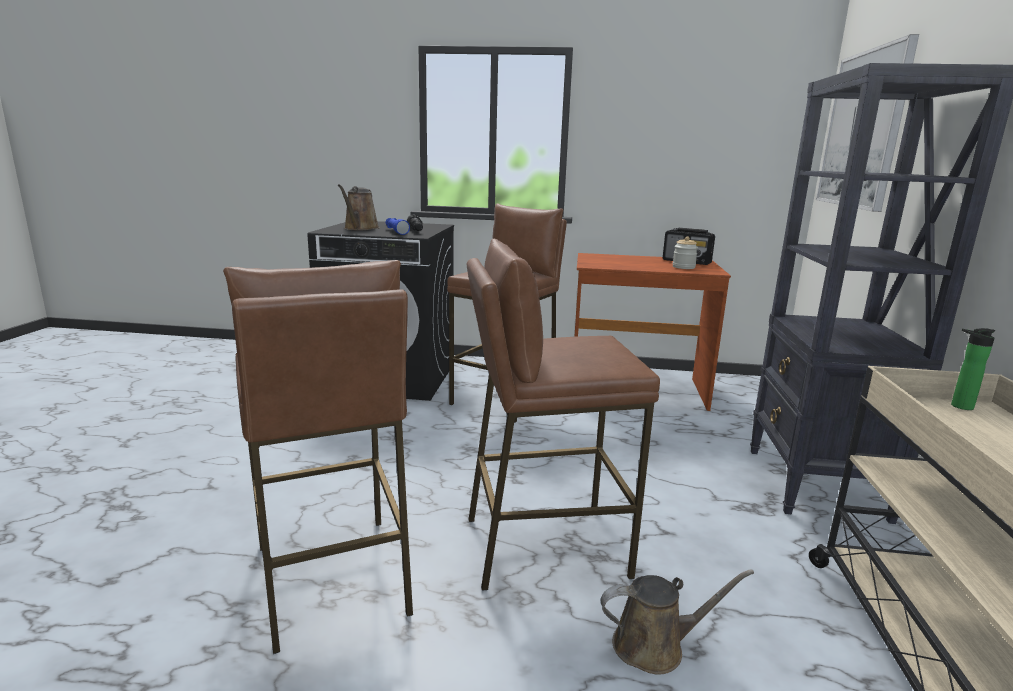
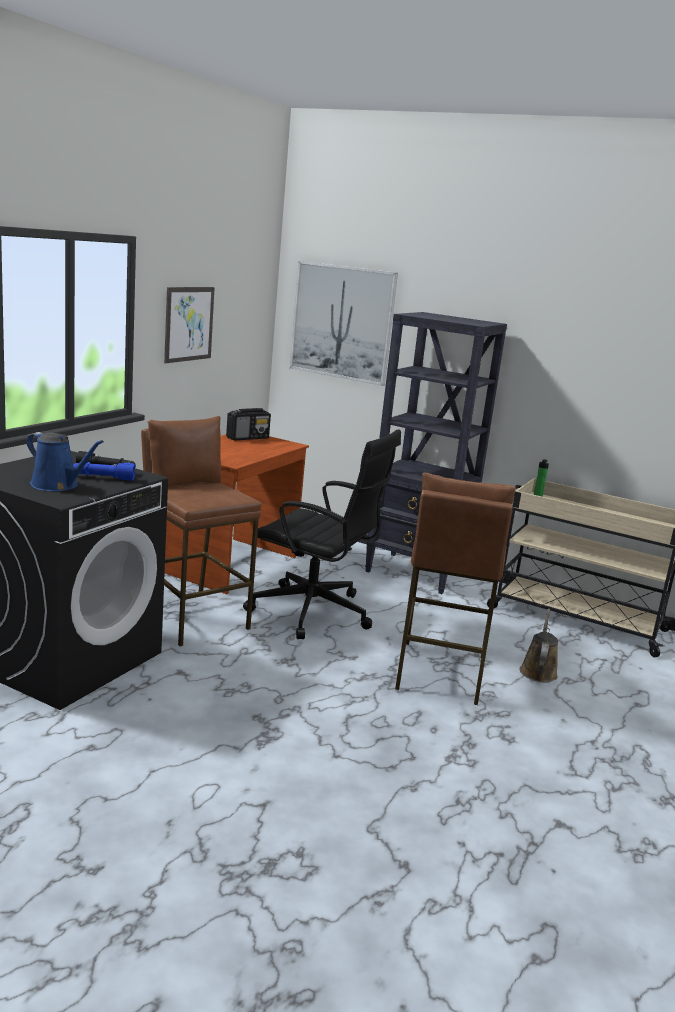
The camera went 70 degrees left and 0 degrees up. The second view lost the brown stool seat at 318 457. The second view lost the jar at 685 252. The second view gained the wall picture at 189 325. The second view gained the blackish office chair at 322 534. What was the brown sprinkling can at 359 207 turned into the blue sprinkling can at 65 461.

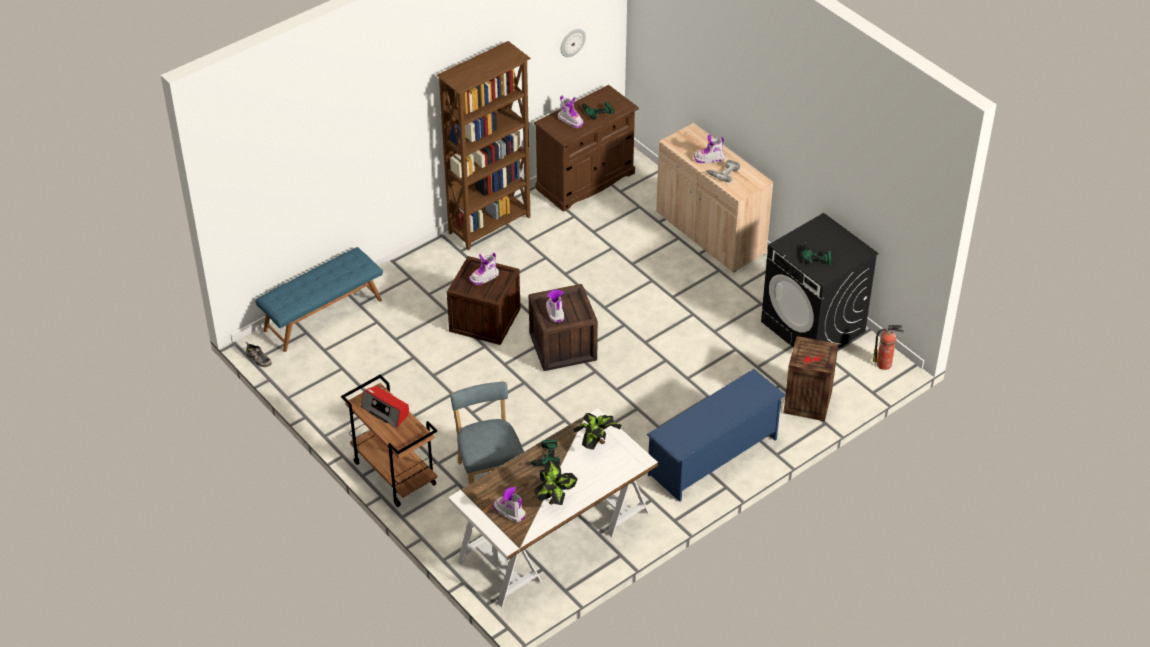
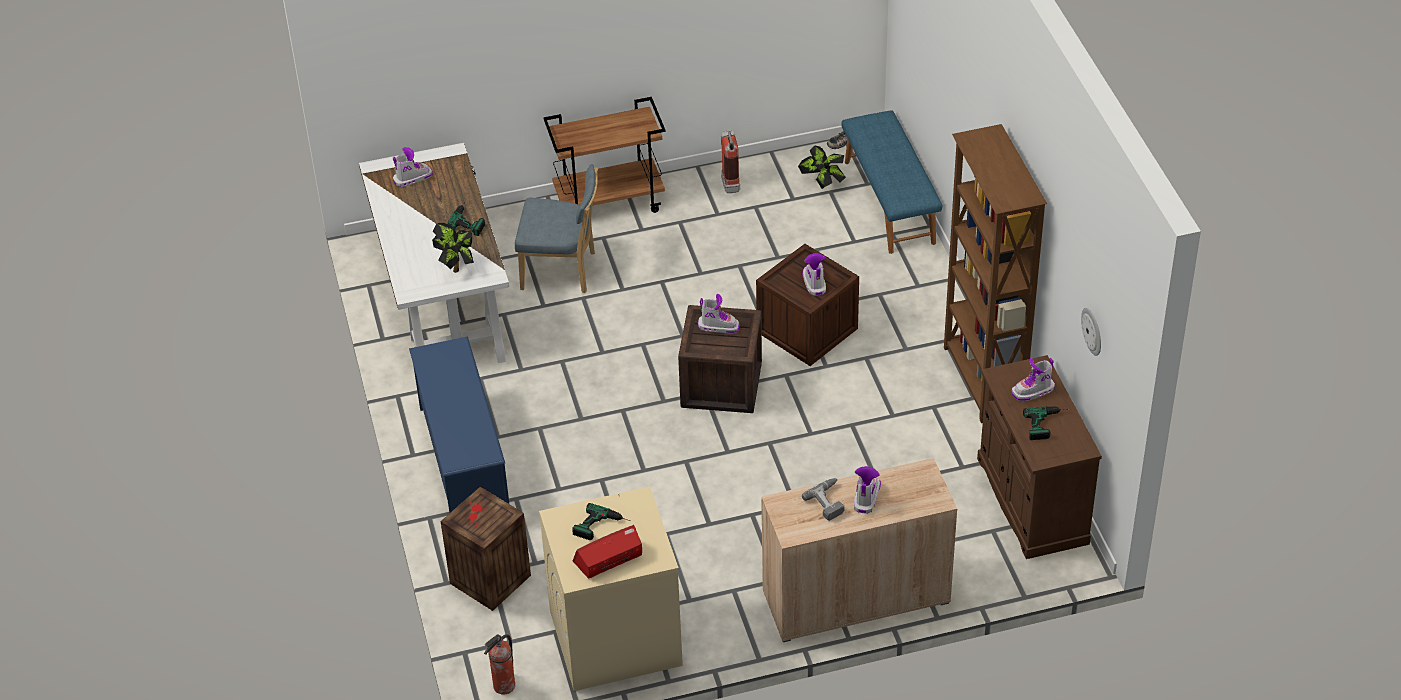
The camera went 115 degrees right and 0 degrees up. The second view gained the extinguisher at 730 162. The radio ended up elsewhere, having gone from 385 407 to 607 552. The plant in a pot ended up elsewhere, having gone from 555 482 to 822 167. What was the blackish laundry machine at 820 281 turned into the beige laundry machine at 611 589.

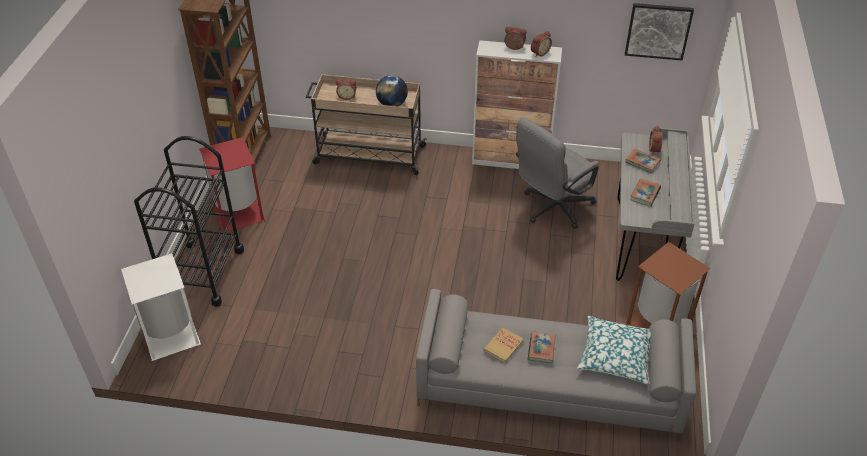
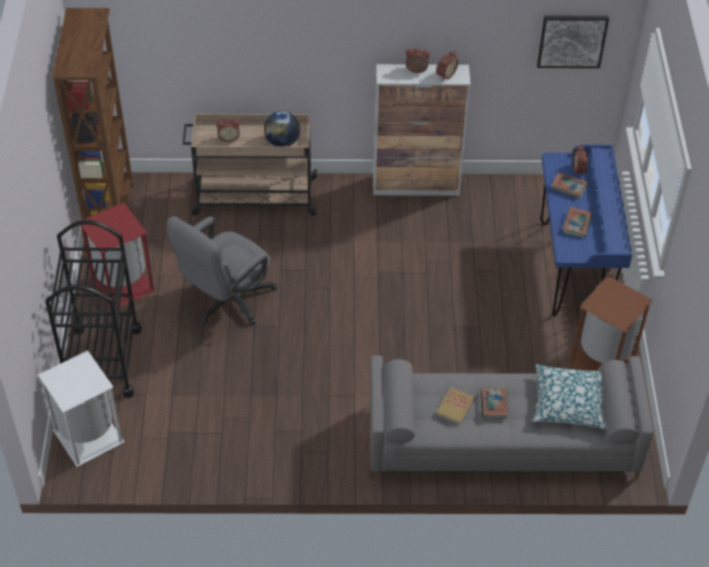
The camera went 10 degrees left and 5 degrees up. The greyish office chair ended up elsewhere, having gone from 557 173 to 221 270. What was the greyish desk table at 655 204 turned into the blue desk table at 586 230.

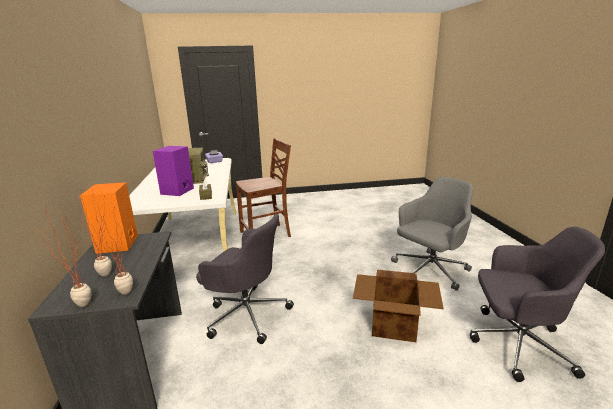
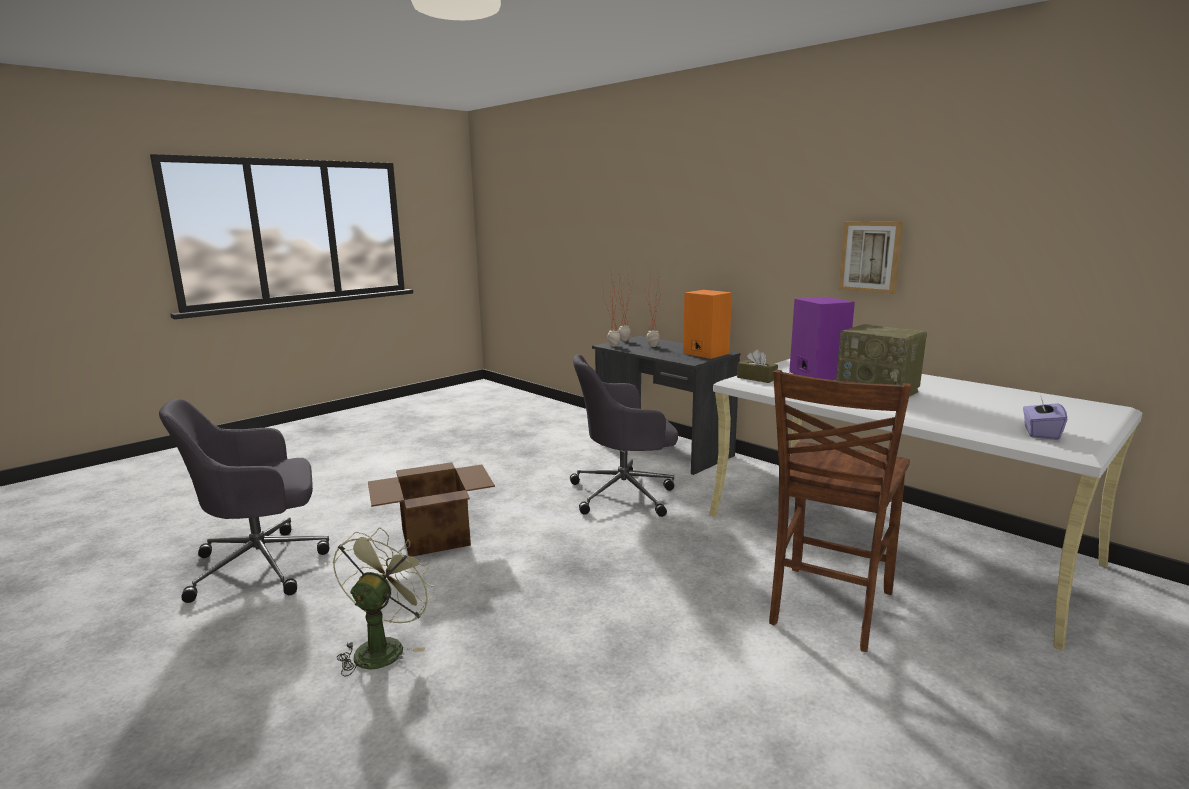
The camera went 145 degrees right and 5 degrees down. The second view gained the wall picture at 870 258. Where the greyish office chair stood at 432 234, the green-coloured fan came to stand at 384 602.

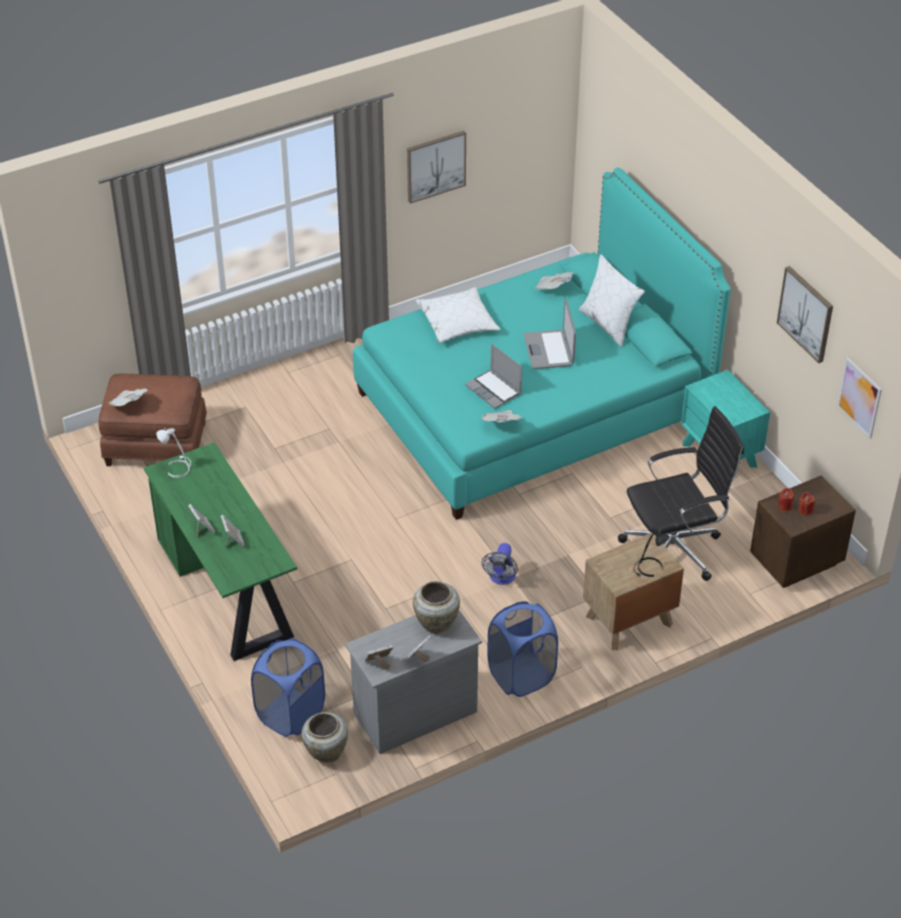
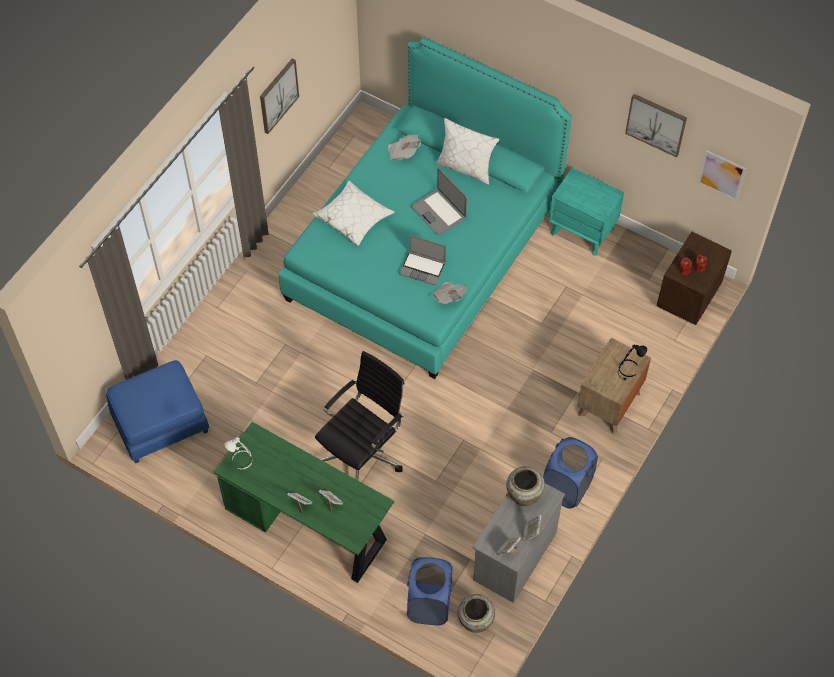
The camera went 30 degrees left and 15 degrees up. The second view lost the daily paper at 128 397. The second view lost the fan at 500 564. The blackish office chair ended up elsewhere, having gone from 681 493 to 359 415. What was the brown ottoman at 152 420 turned into the blue ottoman at 157 411.

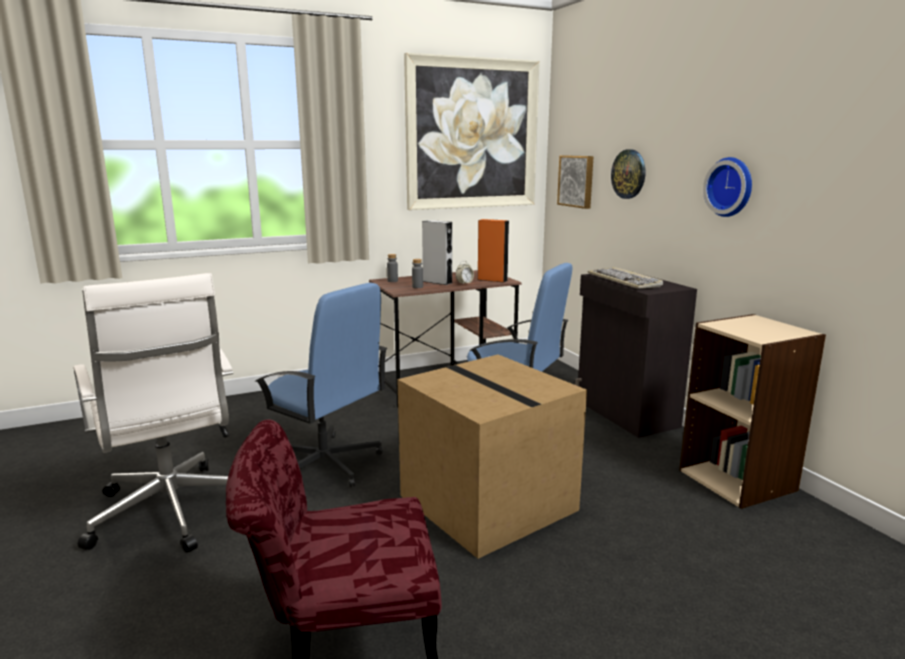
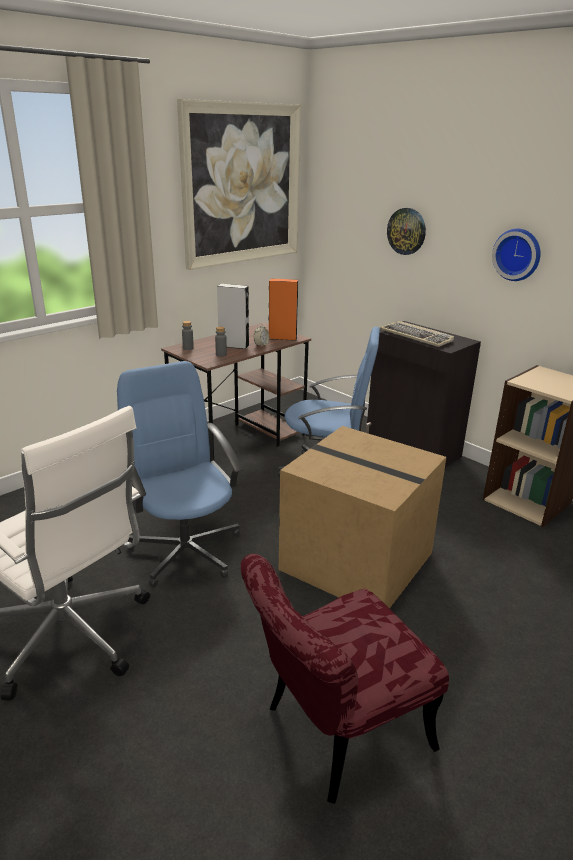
The camera went 20 degrees left and 10 degrees up. The second view lost the wall picture at 575 182. The blue office chair at 321 385 ended up facing another way, 135 degrees counterclockwise from before.

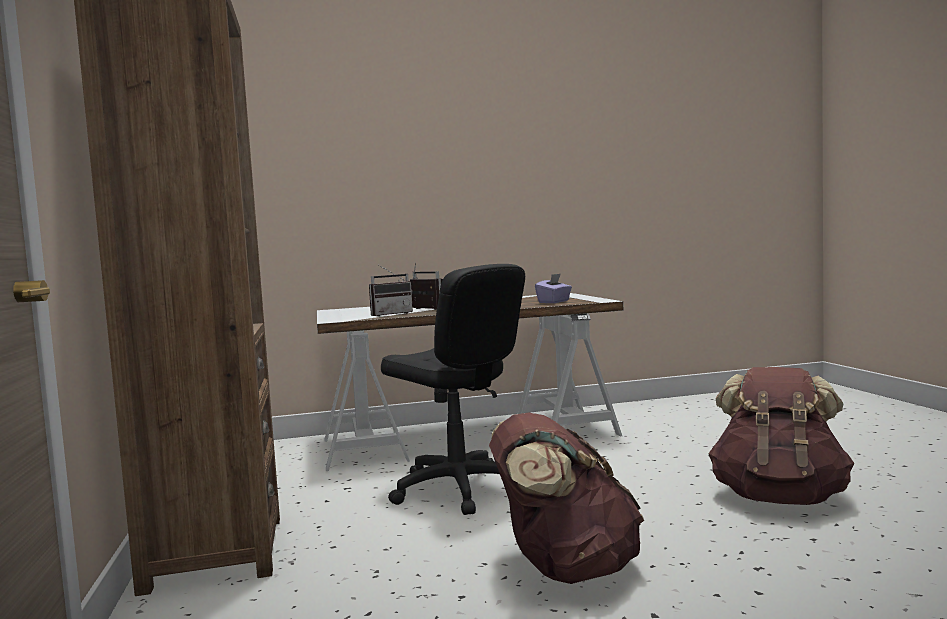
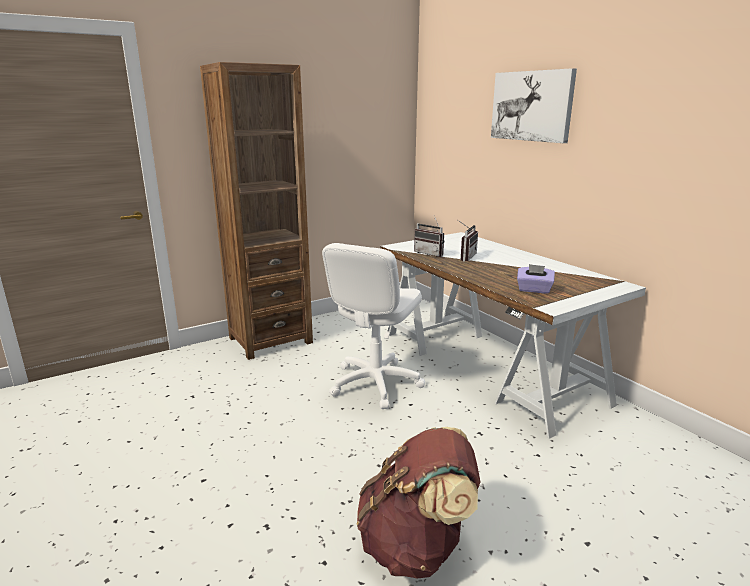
The camera went 70 degrees right and 15 degrees up. The second view lost the brown rucksack at 566 498. The second view gained the wall picture at 534 105. What was the blackish office chair at 453 389 turned into the white office chair at 373 326.

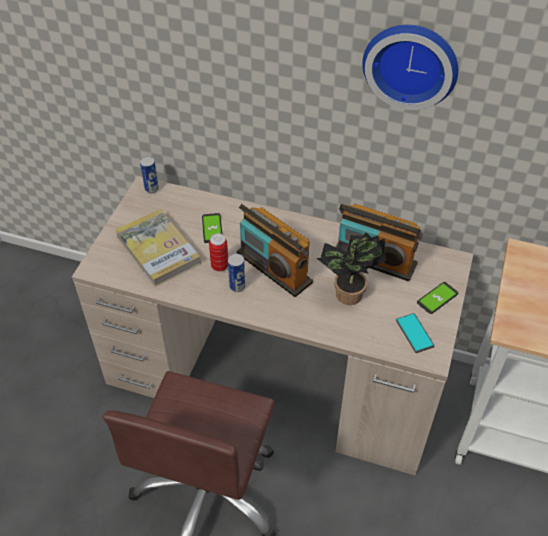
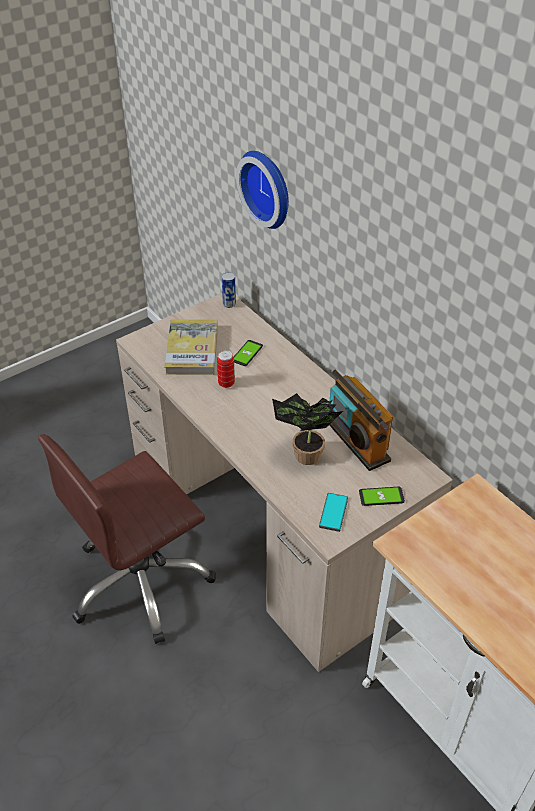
The camera went 35 degrees right and 5 degrees down. The second view lost the metal can at 236 273. The second view lost the radio at 275 250. The clock on the wall ended up elsewhere, having gone from 410 67 to 262 190.

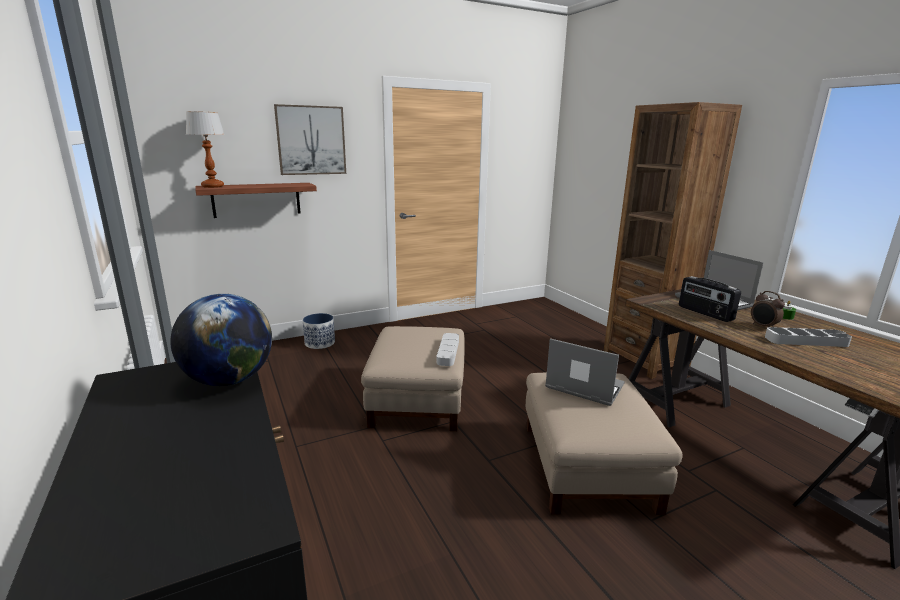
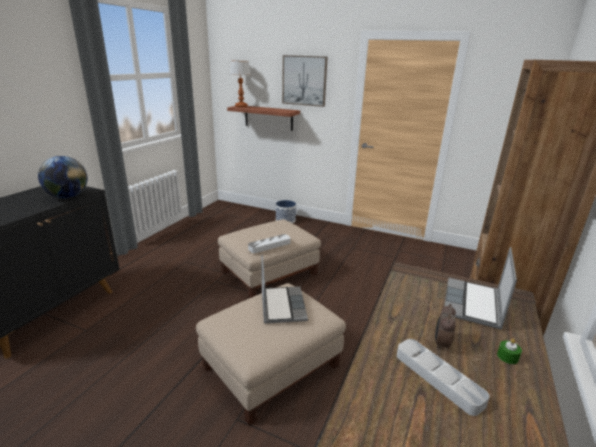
The camera went 50 degrees right and 5 degrees up. The second view lost the radio at 710 299.

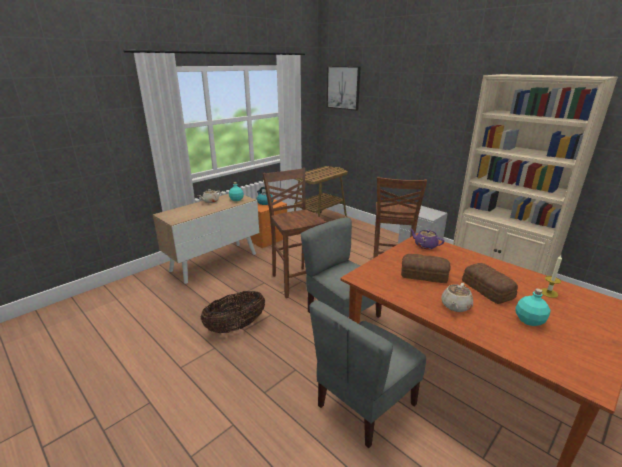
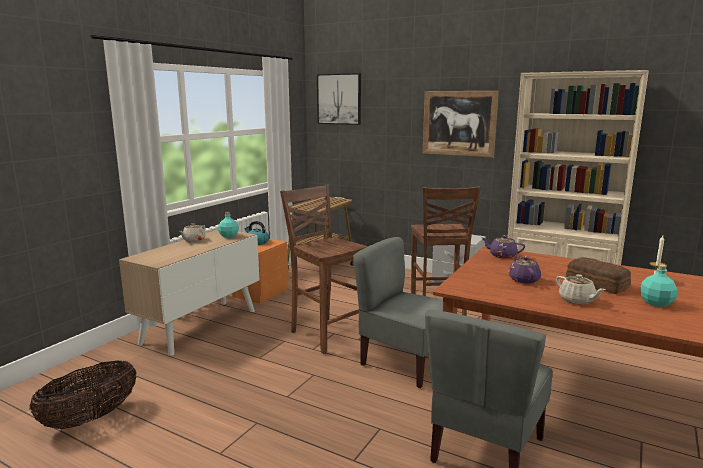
The camera went 15 degrees left and 10 degrees down. The second view gained the wall picture at 461 124. The storage basket ended up elsewhere, having gone from 233 312 to 83 394. Where the bakery bread stood at 426 268, the purplish teapot came to stand at 525 269. The beige teapot at 457 297 ended up facing another way, 45 degrees counterclockwise from before.

